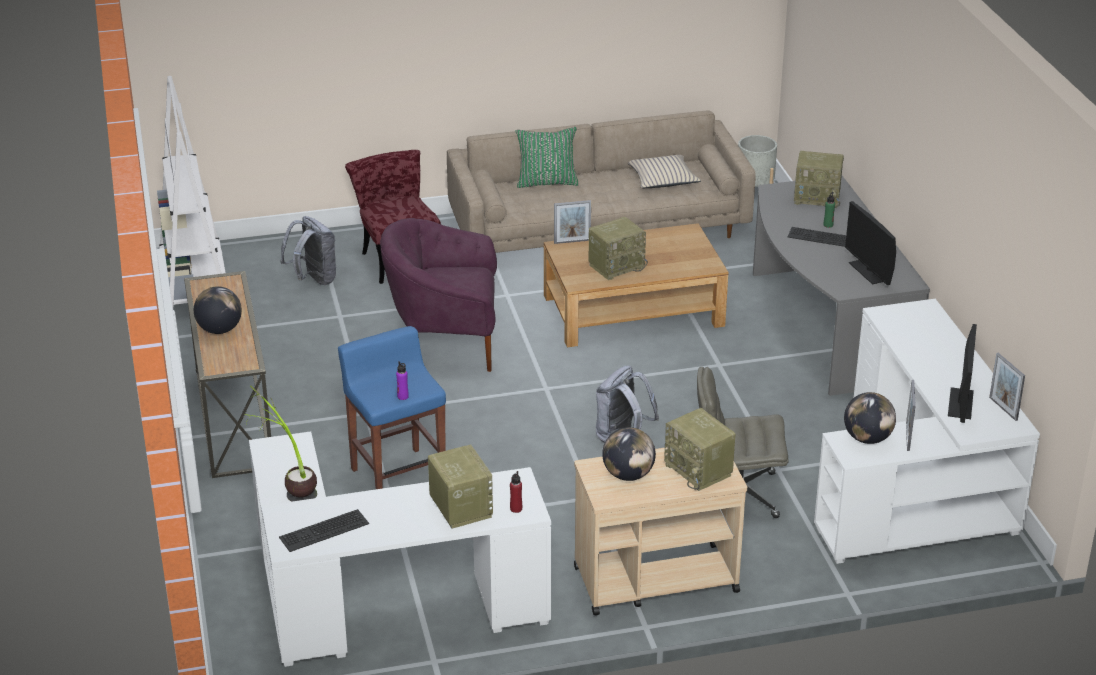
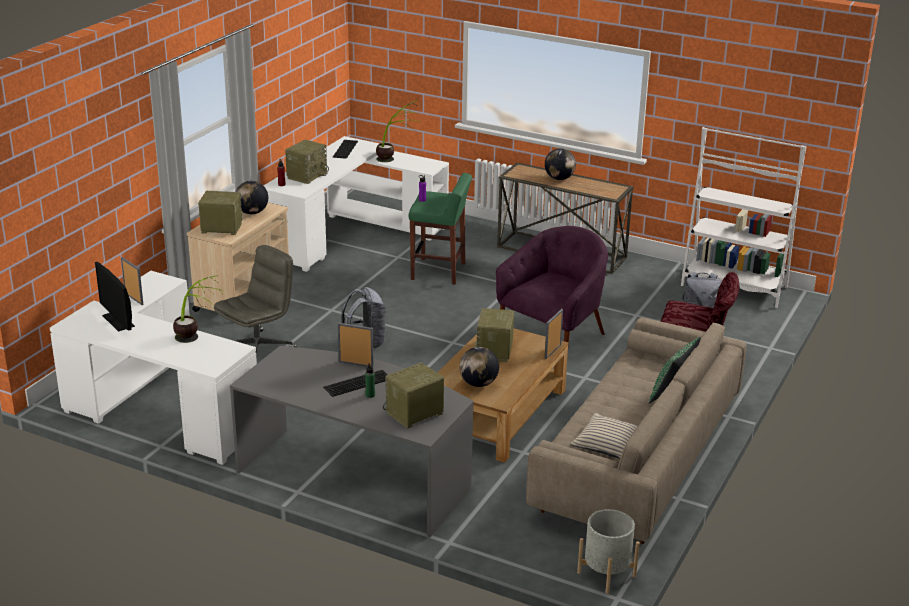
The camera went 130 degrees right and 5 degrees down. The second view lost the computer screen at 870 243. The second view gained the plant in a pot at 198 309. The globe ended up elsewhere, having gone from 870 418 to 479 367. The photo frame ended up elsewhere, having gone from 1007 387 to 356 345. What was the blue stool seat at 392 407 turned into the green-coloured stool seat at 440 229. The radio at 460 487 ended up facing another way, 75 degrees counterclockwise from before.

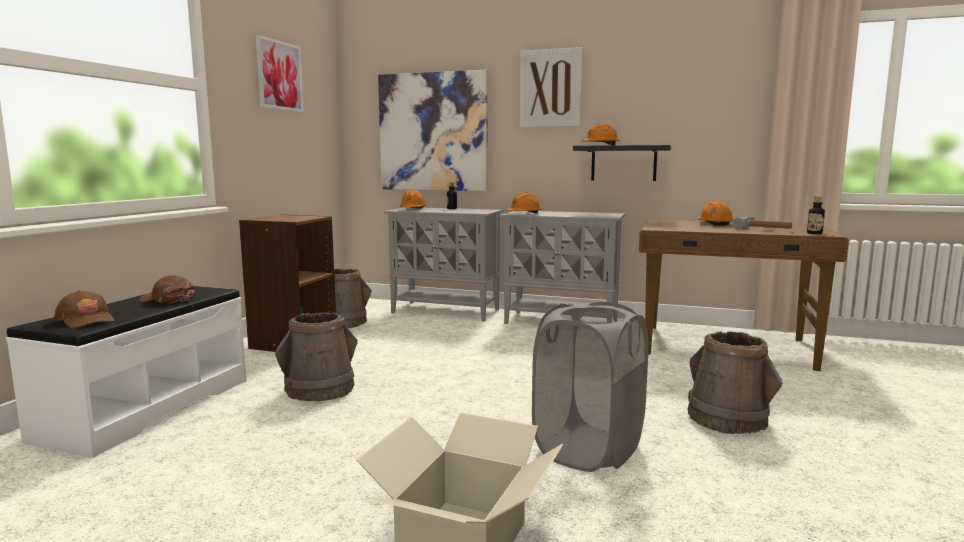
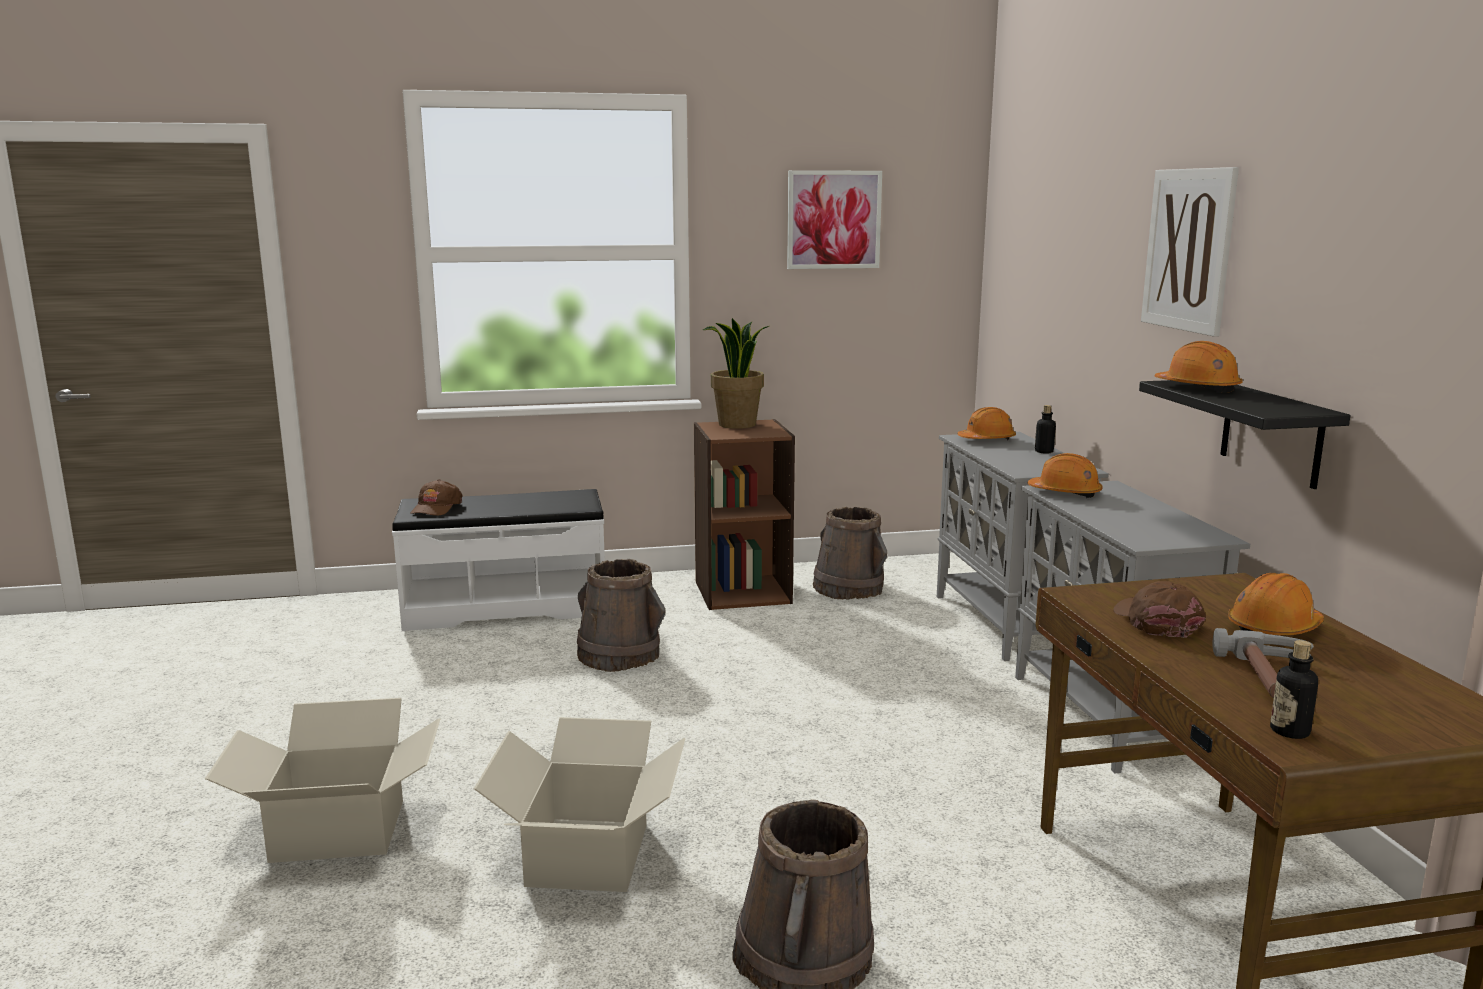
The camera went 60 degrees right and 5 degrees up. The second view lost the wall picture at 433 130. The second view gained the plant in a pot at 736 373. The brown cap ended up elsewhere, having gone from 167 289 to 1159 609. Where the greyish laundry basket stood at 590 387, the carton came to stand at 580 804.

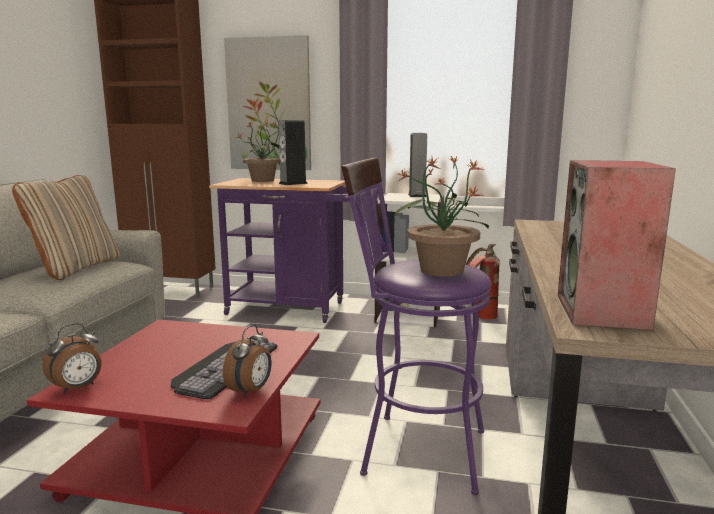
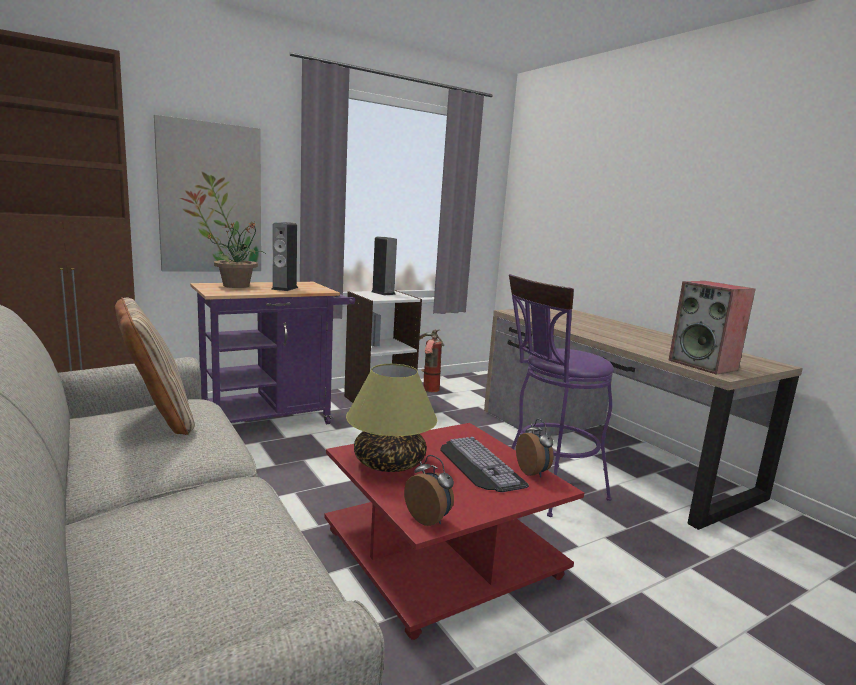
The camera went 45 degrees left and 0 degrees up. The second view lost the plant in a pot at 441 216. The second view gained the lamp for a table at 392 418. The table clock at 72 358 ended up facing another way, 45 degrees counterclockwise from before.

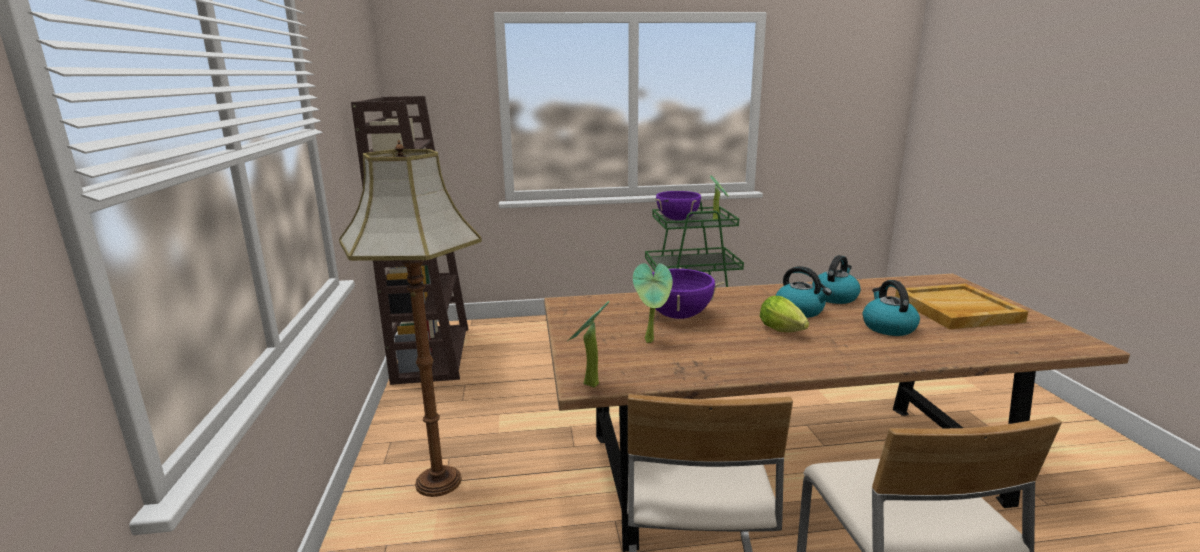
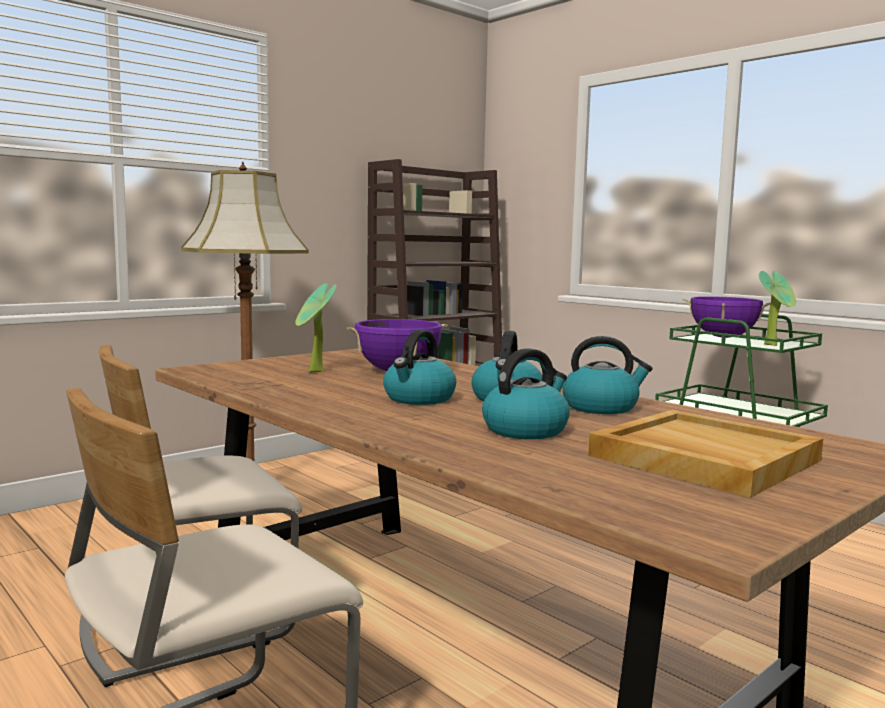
The camera went 55 degrees right and 10 degrees down. The second view lost the plant in a pot at 588 344. Where the lettuce stood at 784 314, the tea kettle came to stand at 419 367.

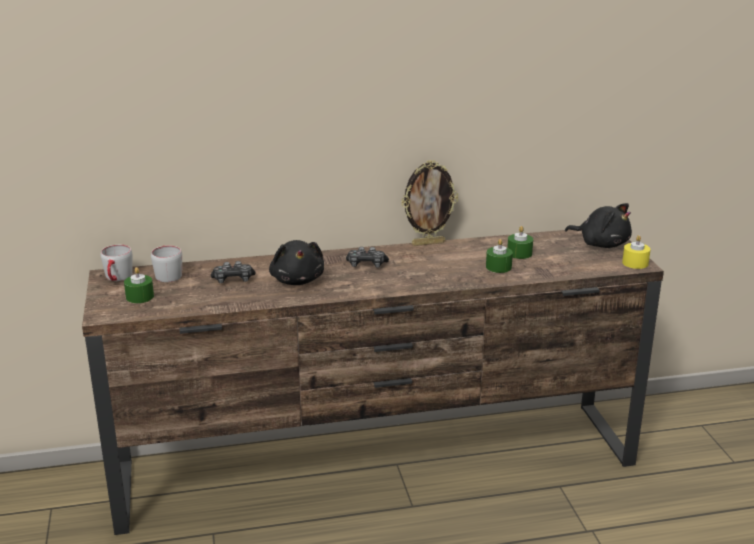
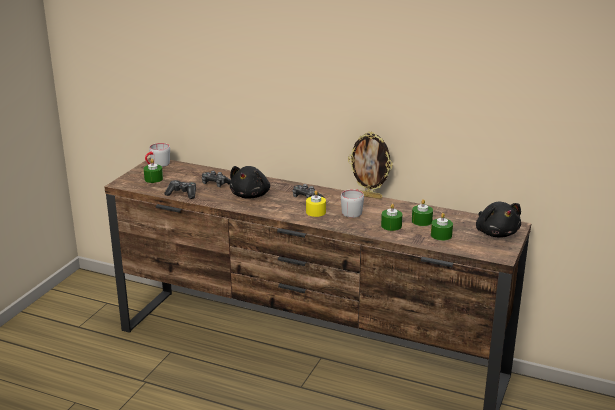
The camera went 35 degrees right and 0 degrees up. The second view gained the joypad at 180 189. The second view gained the green-coloured wax candle at 442 227. The greyish tea mug ended up elsewhere, having gone from 166 264 to 352 203. The yellow-coloured wax candle ended up elsewhere, having gone from 636 252 to 316 203.

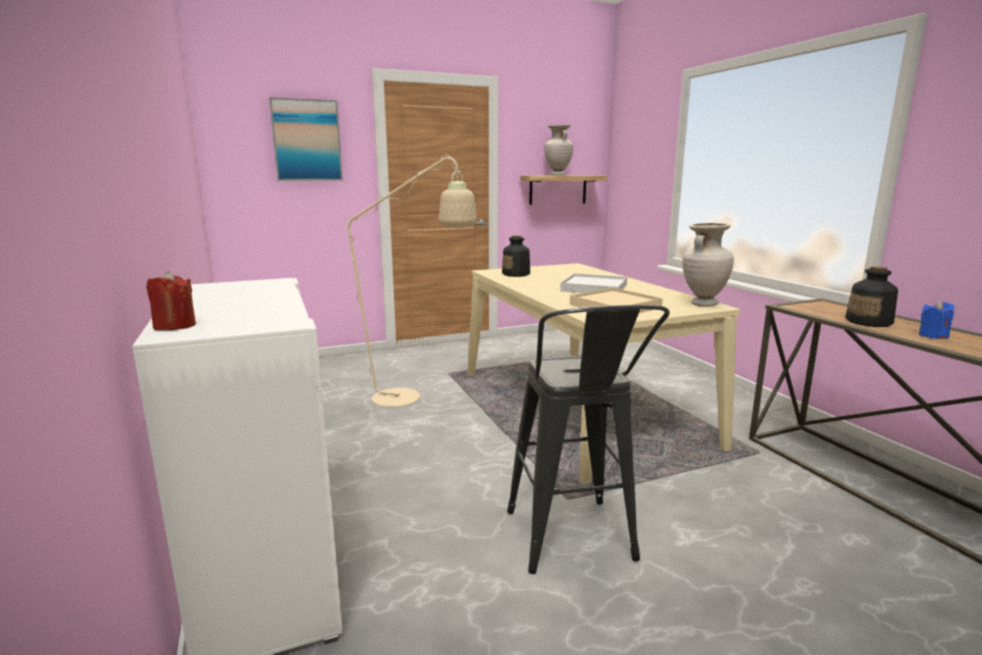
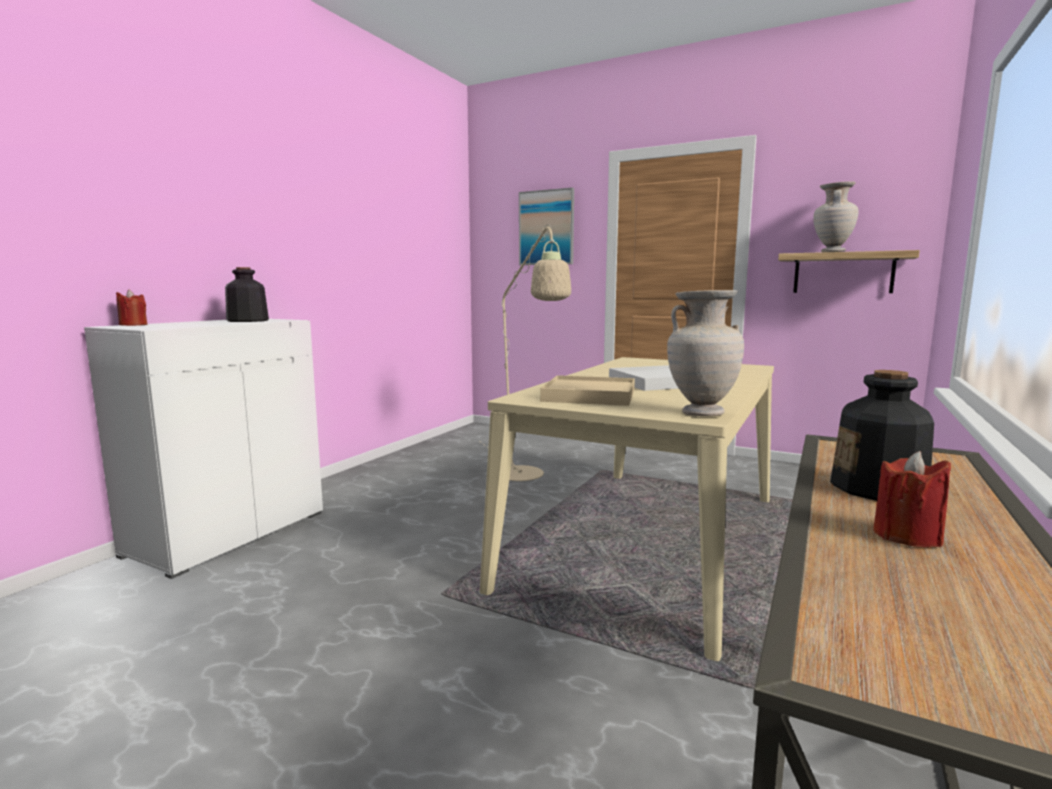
The camera went 50 degrees right and 5 degrees down. The second view lost the blackish stool seat at 588 439. The beverage bottle ended up elsewhere, having gone from 516 256 to 247 294. What was the blue wax candle at 936 320 turned into the reddish wax candle at 912 499.

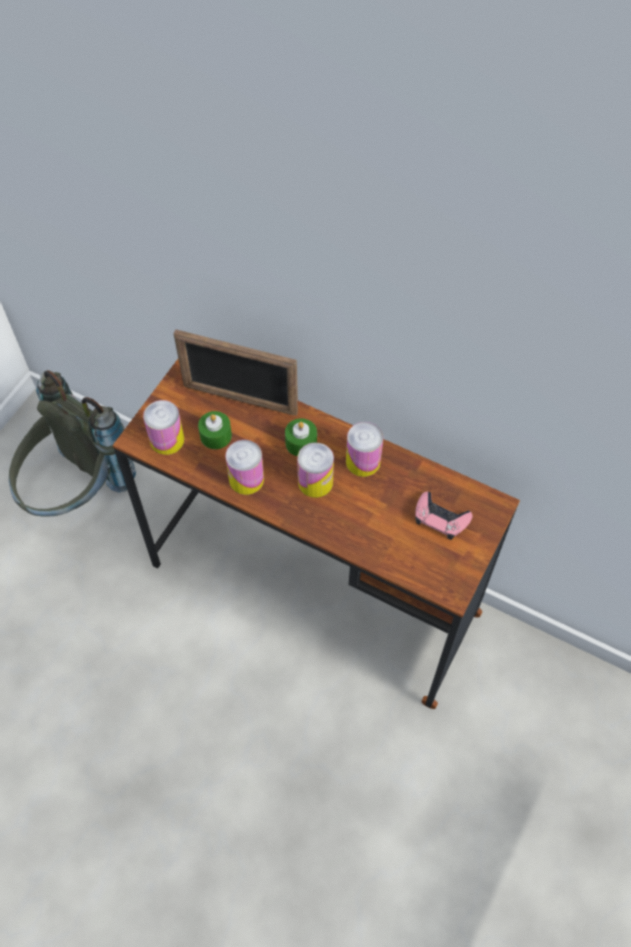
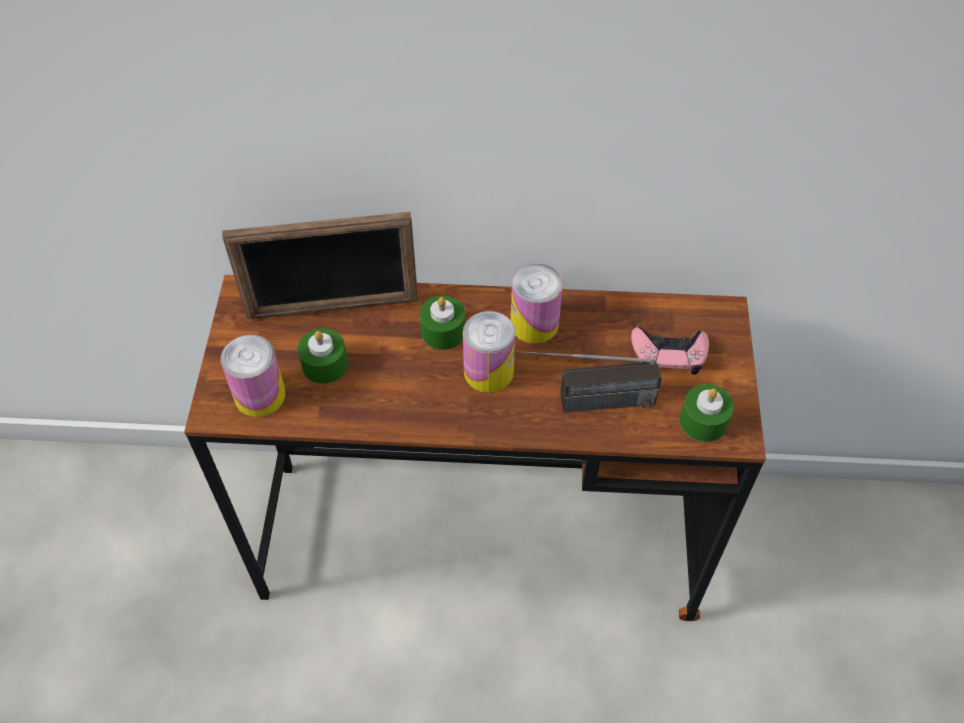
The camera went 25 degrees left and 5 degrees down. The second view lost the greyish rucksack at 72 443. The second view lost the metal can at 245 467. The second view gained the radio at 587 381. The second view gained the green-coloured wax candle at 707 413.

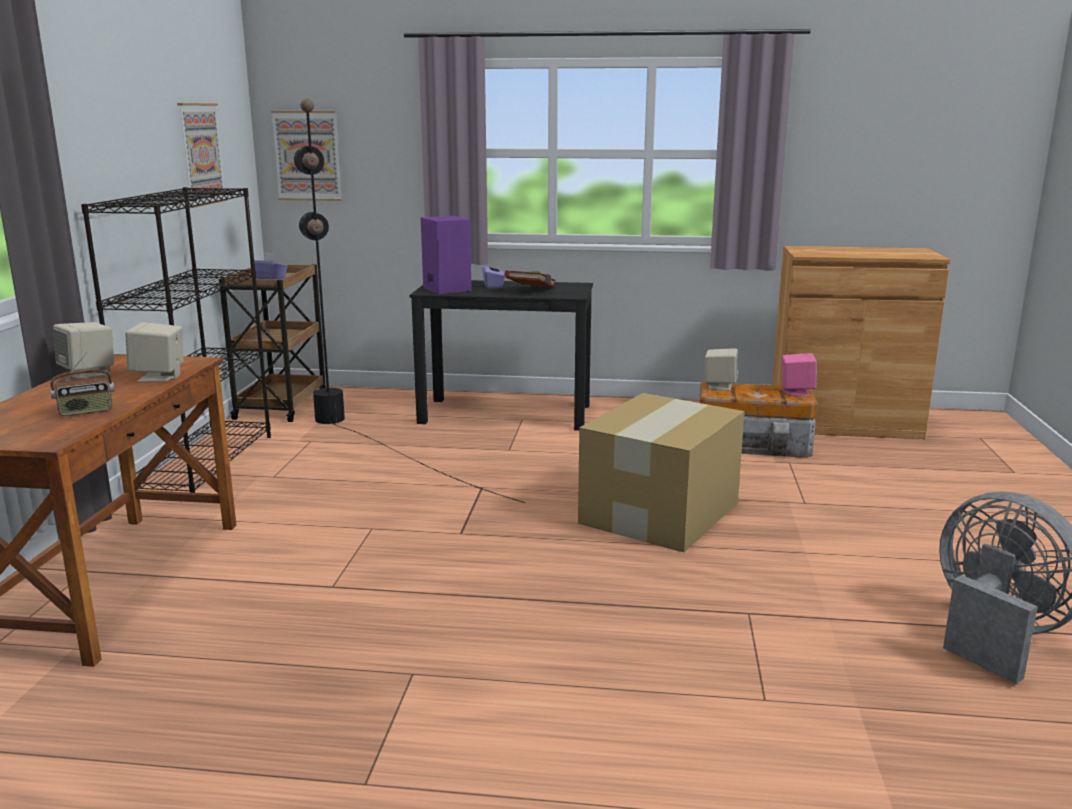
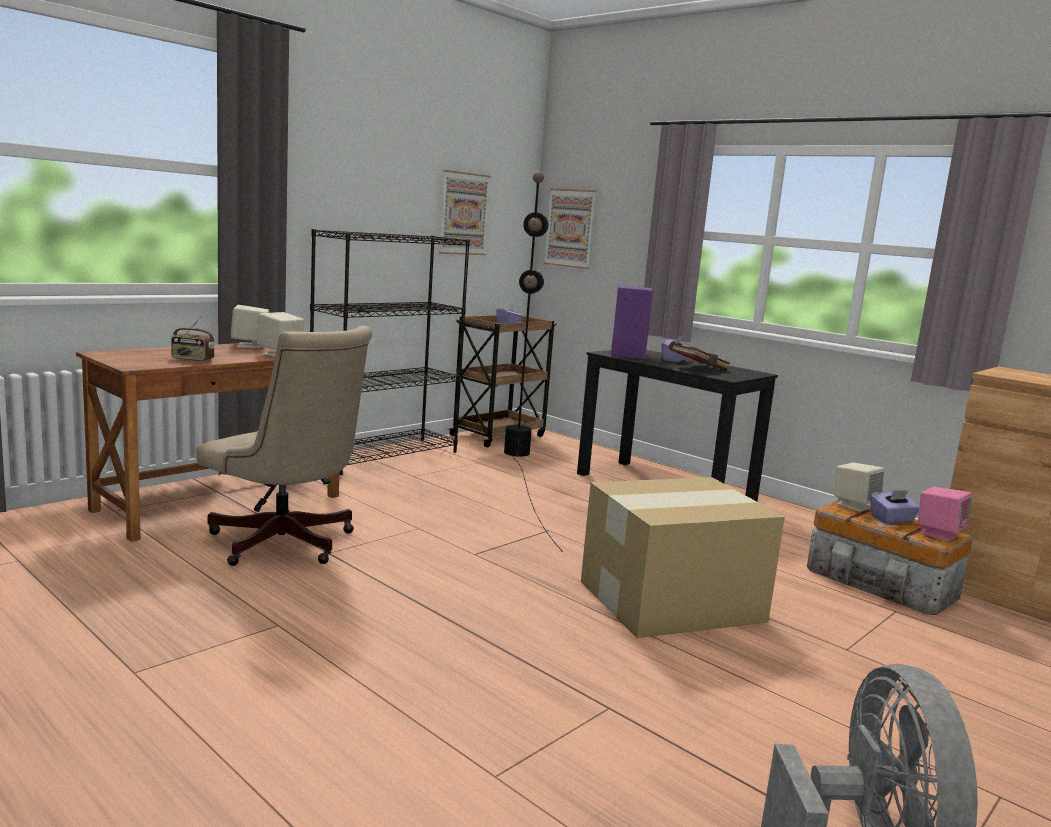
The camera went 35 degrees right and 5 degrees down. The second view gained the beige office chair at 284 446. The second view gained the purplish box of tissues at 894 507.

